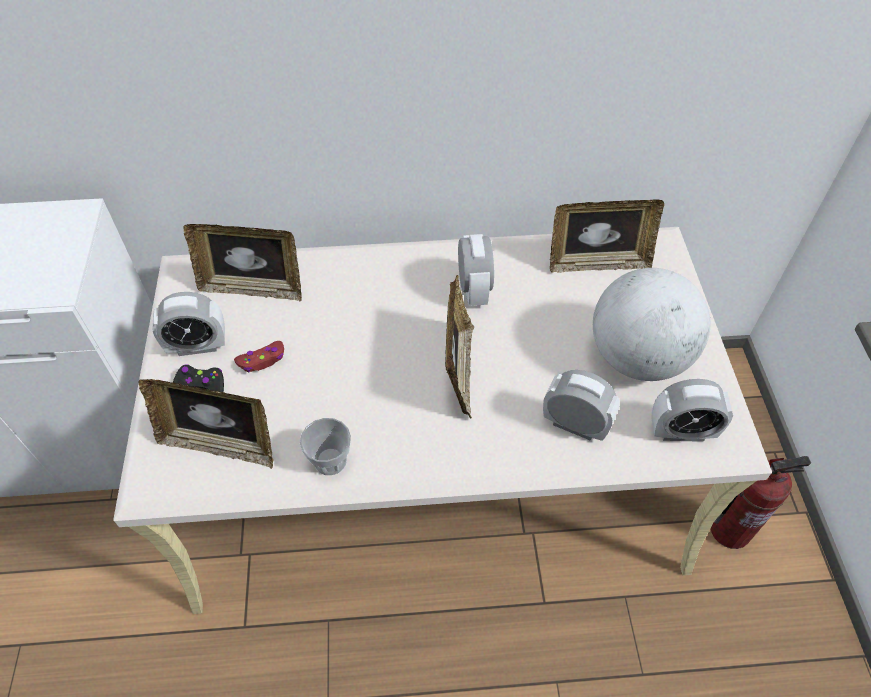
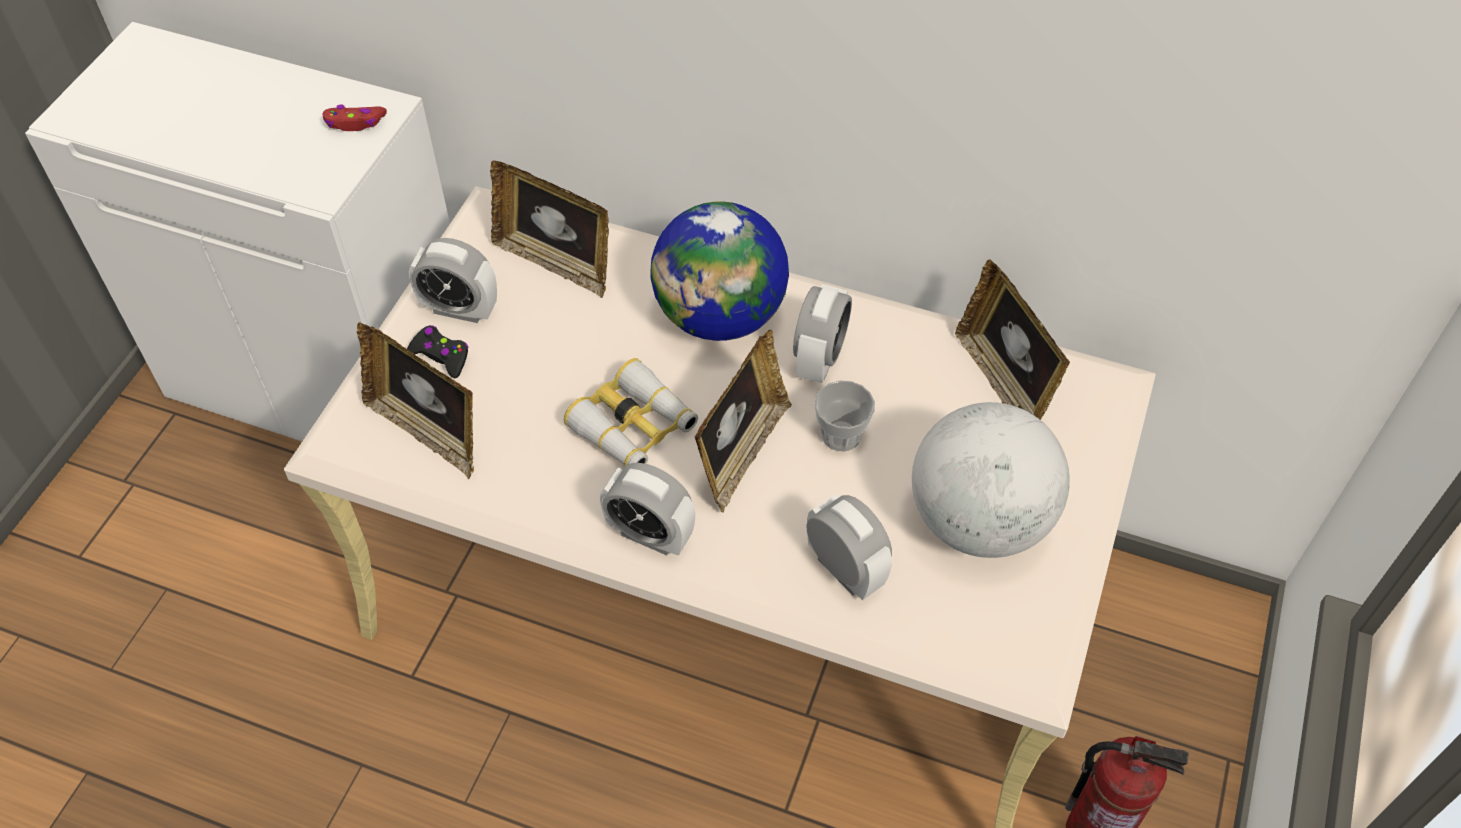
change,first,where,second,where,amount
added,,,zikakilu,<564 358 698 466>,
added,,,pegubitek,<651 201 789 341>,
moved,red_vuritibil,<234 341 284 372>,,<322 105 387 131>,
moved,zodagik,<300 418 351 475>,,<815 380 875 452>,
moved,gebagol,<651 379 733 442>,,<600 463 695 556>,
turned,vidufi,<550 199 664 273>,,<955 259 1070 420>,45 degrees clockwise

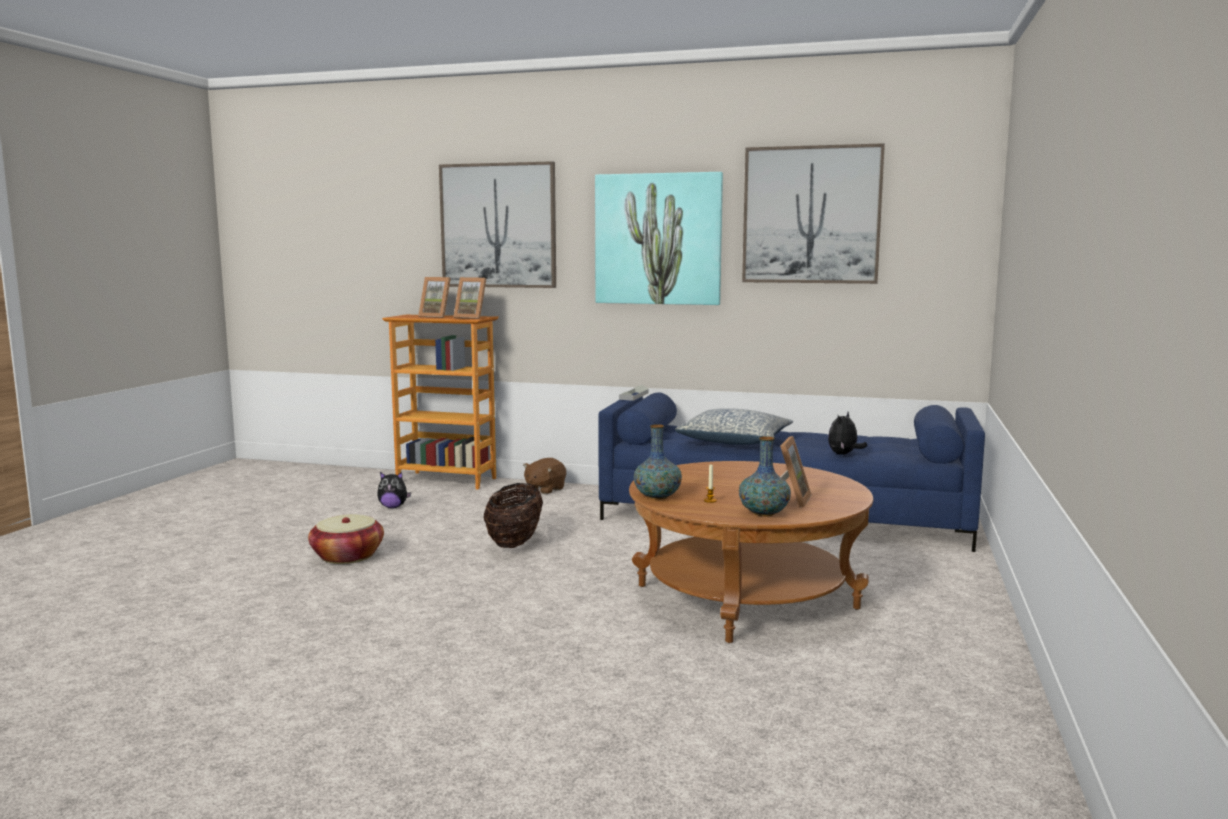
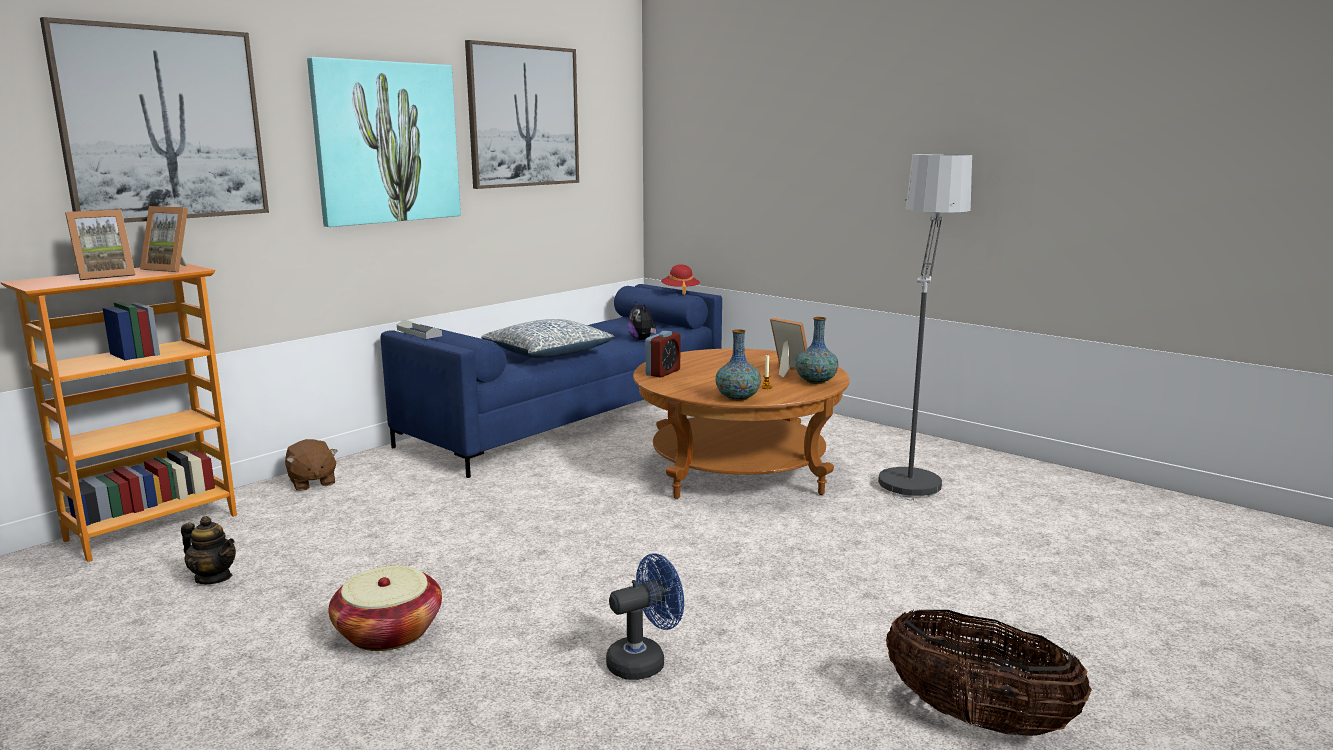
change,first,where,second,where,amount
added,,,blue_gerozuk,<606 553 684 680>,
added,,,gebagol,<645 331 680 378>,
added,,,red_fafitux,<661 264 700 295>,
added,,,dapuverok,<868 154 972 500>,
moved,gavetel,<484 483 543 548>,,<886 609 1092 736>,
replaced,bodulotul,<377 472 411 508>,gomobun,<181 516 236 584>,
turned,vidufi,<453 277 486 319>,,<140 206 188 272>,60 degrees clockwise

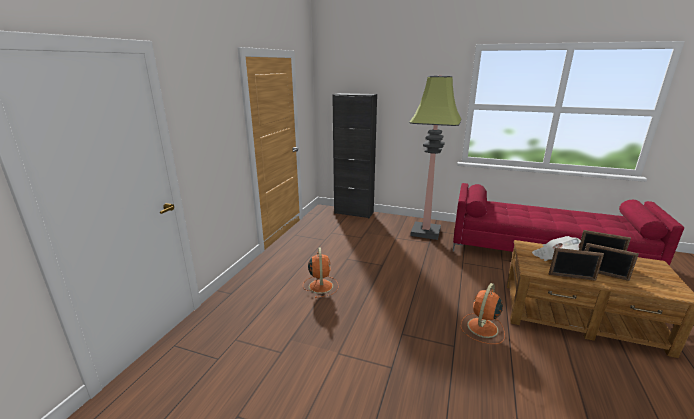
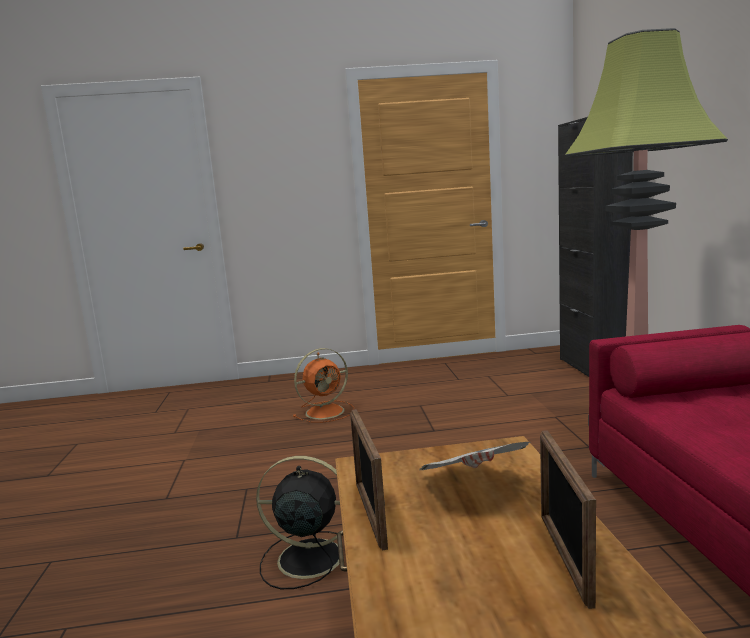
change,first,where,second,where,amount
removed,vidufi,<585 243 639 281>,,,
recoloured,orange_gerozuk,<461 283 505 344>,black_gerozuk,<256 456 343 589>,

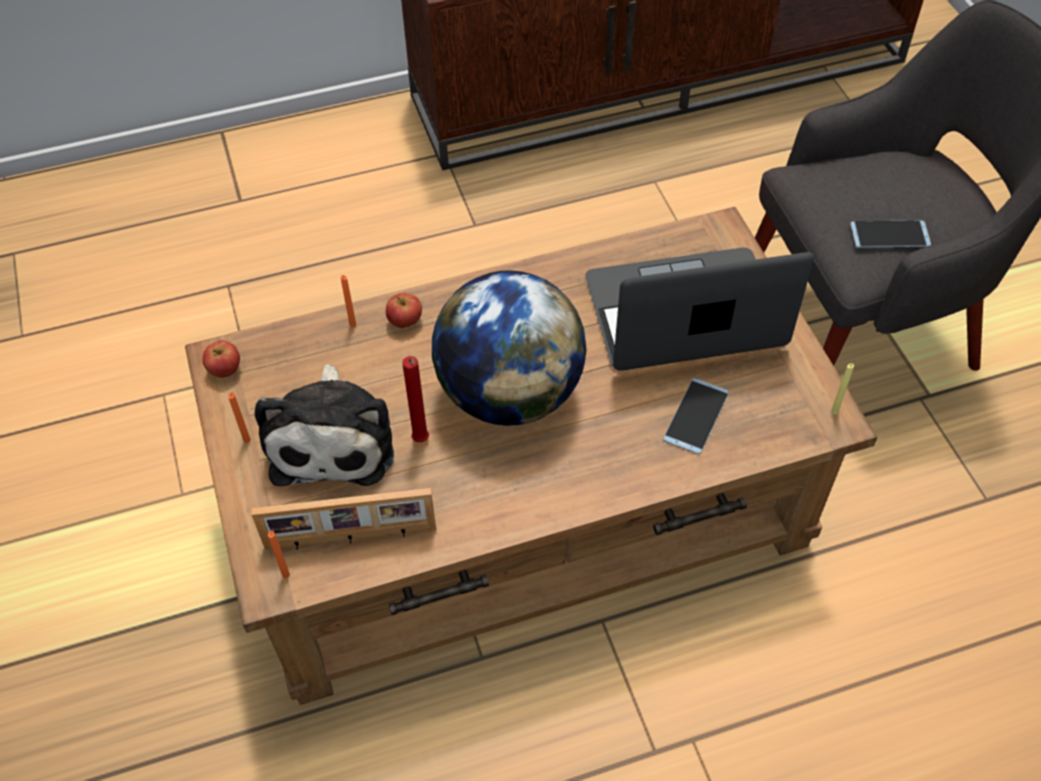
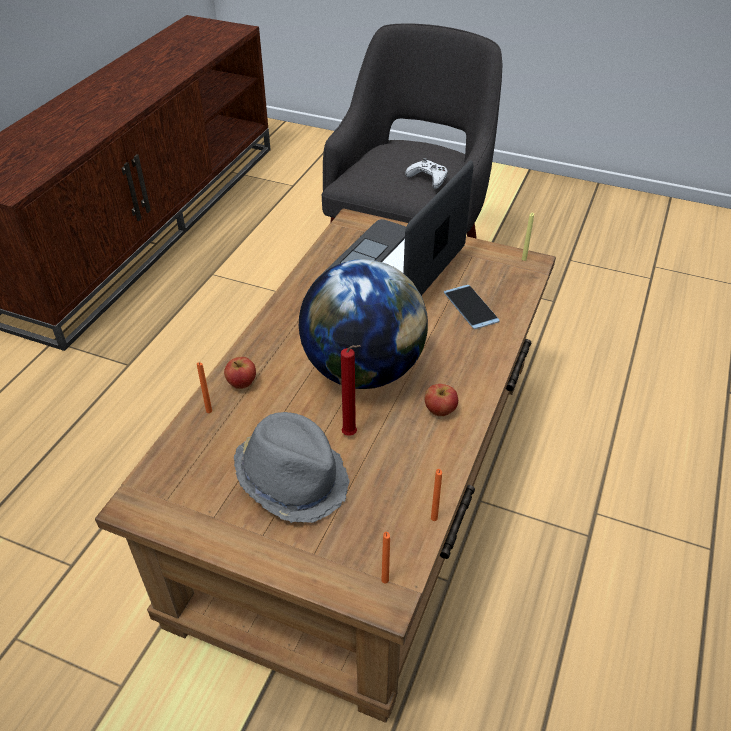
change,first,where,second,where,amount
removed,vidufi,<252 488 436 550>,,,
moved,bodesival,<203 340 240 378>,,<425 384 458 416>,
moved,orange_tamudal,<228 392 251 443>,,<431 469 442 521>,
replaced,bodulotul,<255 364 394 486>,grey_fafitux,<234 412 349 523>,
replaced,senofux,<850 221 931 248>,white_vuritibil,<405 158 448 189>,

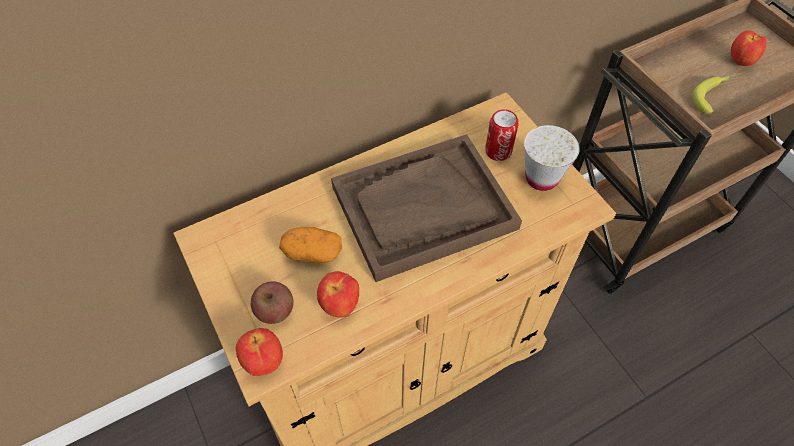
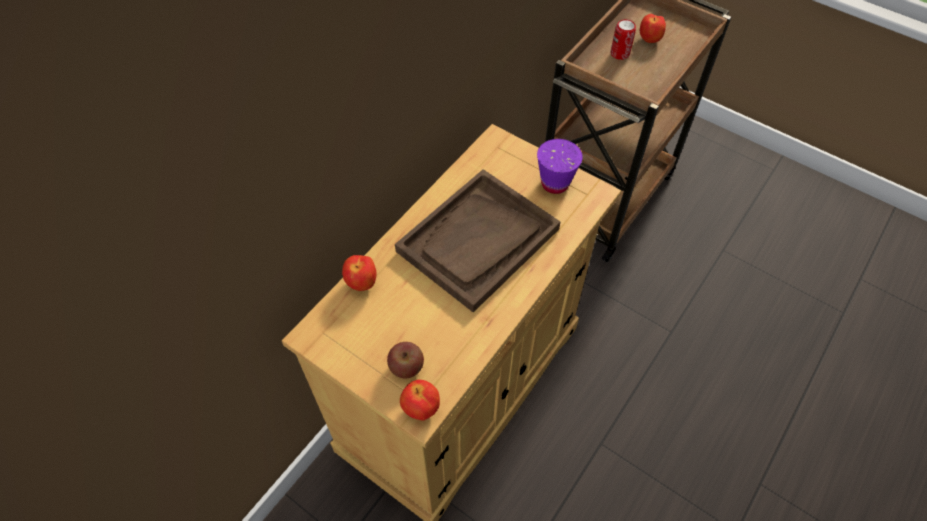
change,first,where,second,where,amount
removed,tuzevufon,<279 227 342 263>,,,
removed,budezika,<691 76 729 114>,,,
moved,bodesival,<317 271 359 318>,,<342 255 377 291>,
moved,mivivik,<485 109 519 161>,,<611 19 636 60>,
recoloured,white_zodagik,<524 125 580 191>,purple_zodagik,<537 139 583 194>,

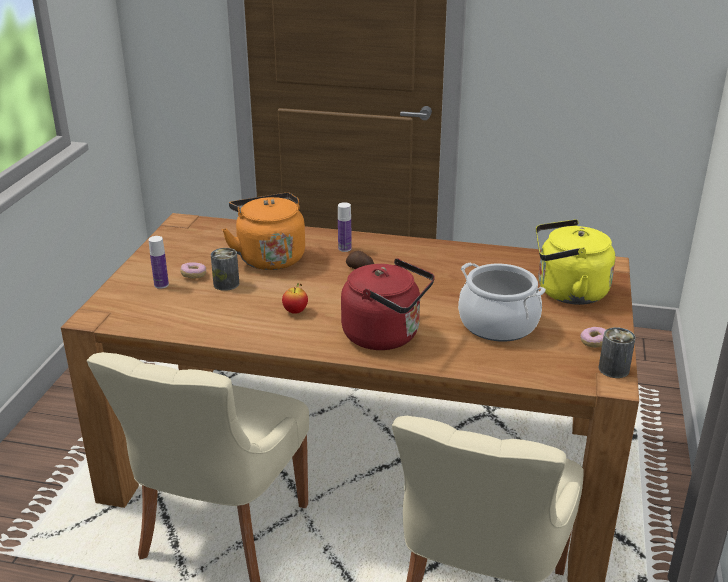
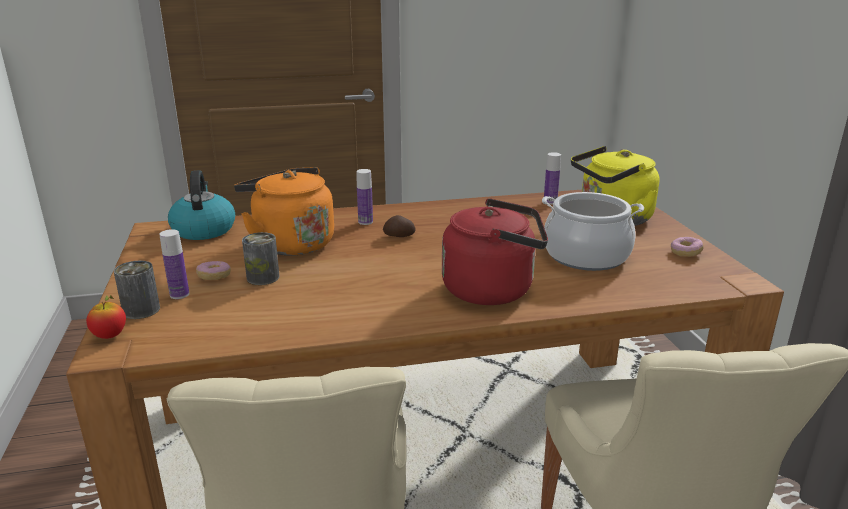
change,first,where,second,where,amount
added,,,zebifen,<168 170 235 240>,
added,,,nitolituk,<544 152 561 205>,
moved,bodesival,<282 283 308 314>,,<86 295 126 339>,
moved,mivivik,<599 327 636 378>,,<114 260 160 319>,

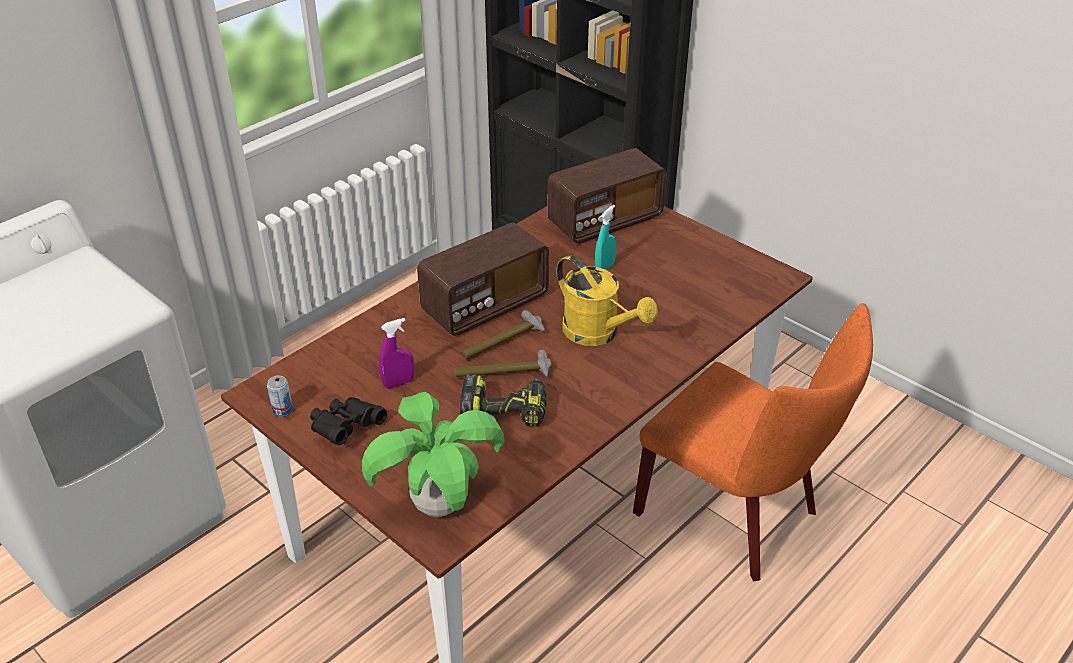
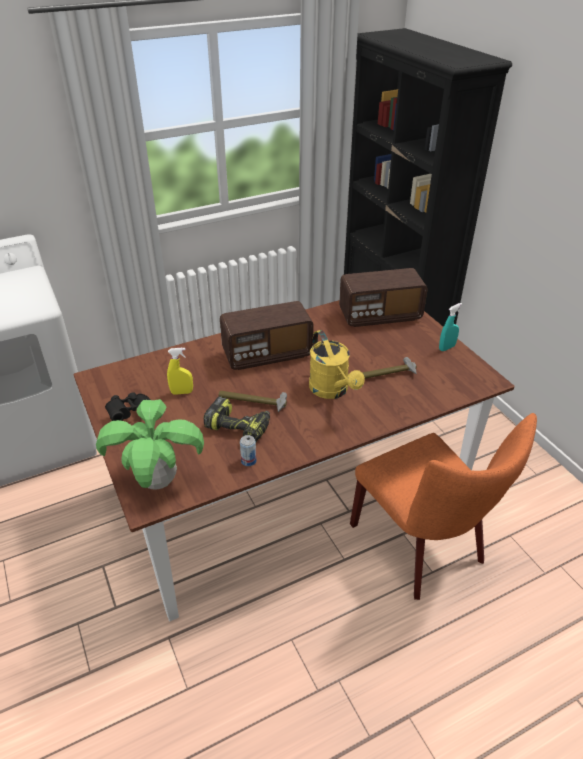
change,first,where,second,where,amount
moved,mivivik,<267 375 293 417>,,<240 435 257 466>,
moved,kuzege,<461 310 545 359>,,<362 357 417 379>,
moved,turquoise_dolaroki,<595 205 616 270>,,<439 303 462 351>,
recoloured,purple_dolaroki,<379 318 414 389>,yellow_dolaroki,<167 348 193 395>,

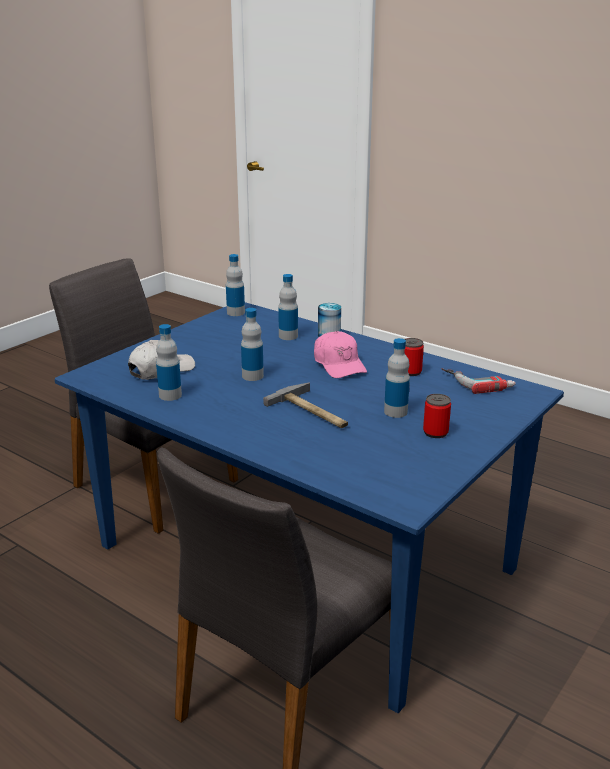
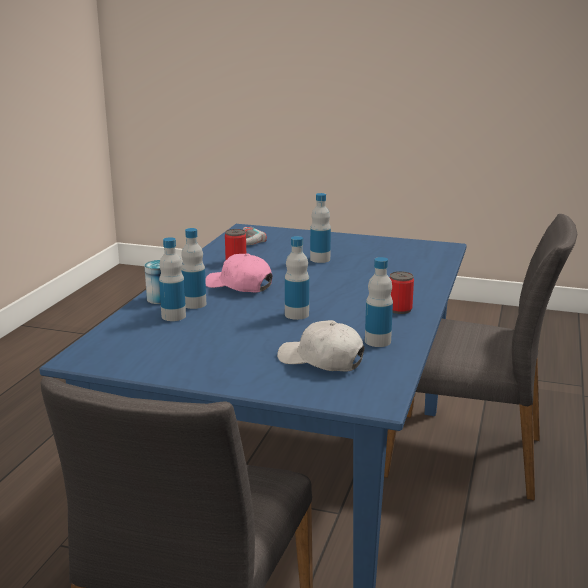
change,first,where,second,where,amount
removed,kuzege,<263 382 348 428>,,,
moved,nitolituk,<226 254 245 316>,,<181 228 206 309>,
moved,mivivik,<423 394 451 438>,,<389 271 414 314>,
turned,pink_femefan,<314 331 367 378>,,<205 254 273 293>,105 degrees counterclockwise

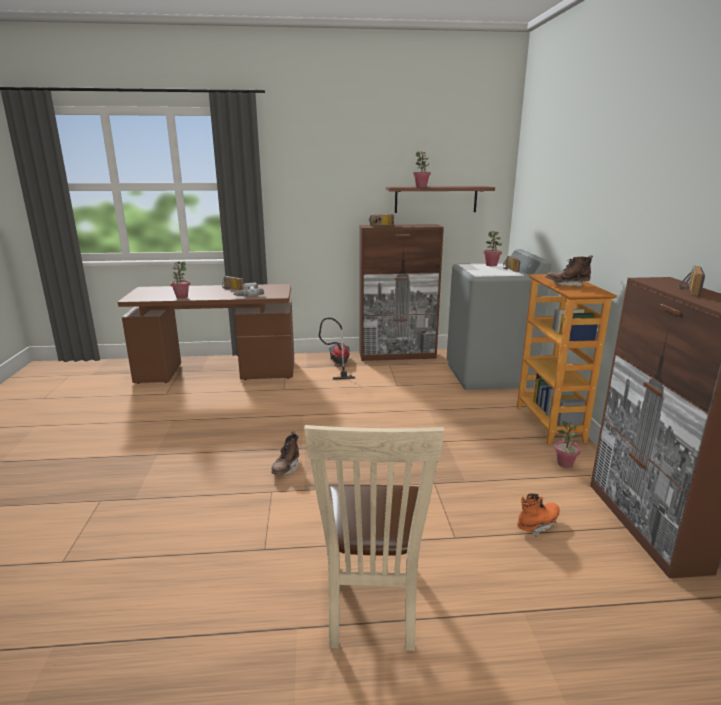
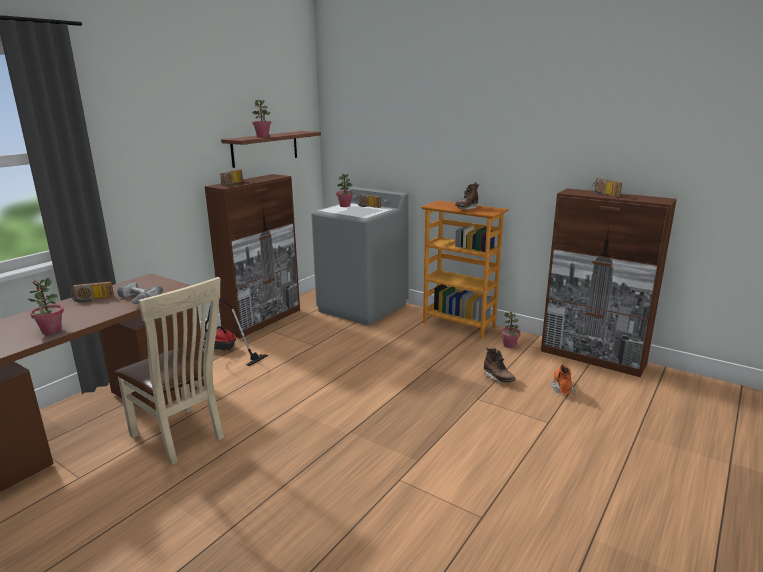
change,first,where,second,where,amount
moved,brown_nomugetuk,<271 431 299 475>,,<484 347 516 383>,
moved,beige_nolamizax,<304 425 444 651>,,<114 277 224 465>,

